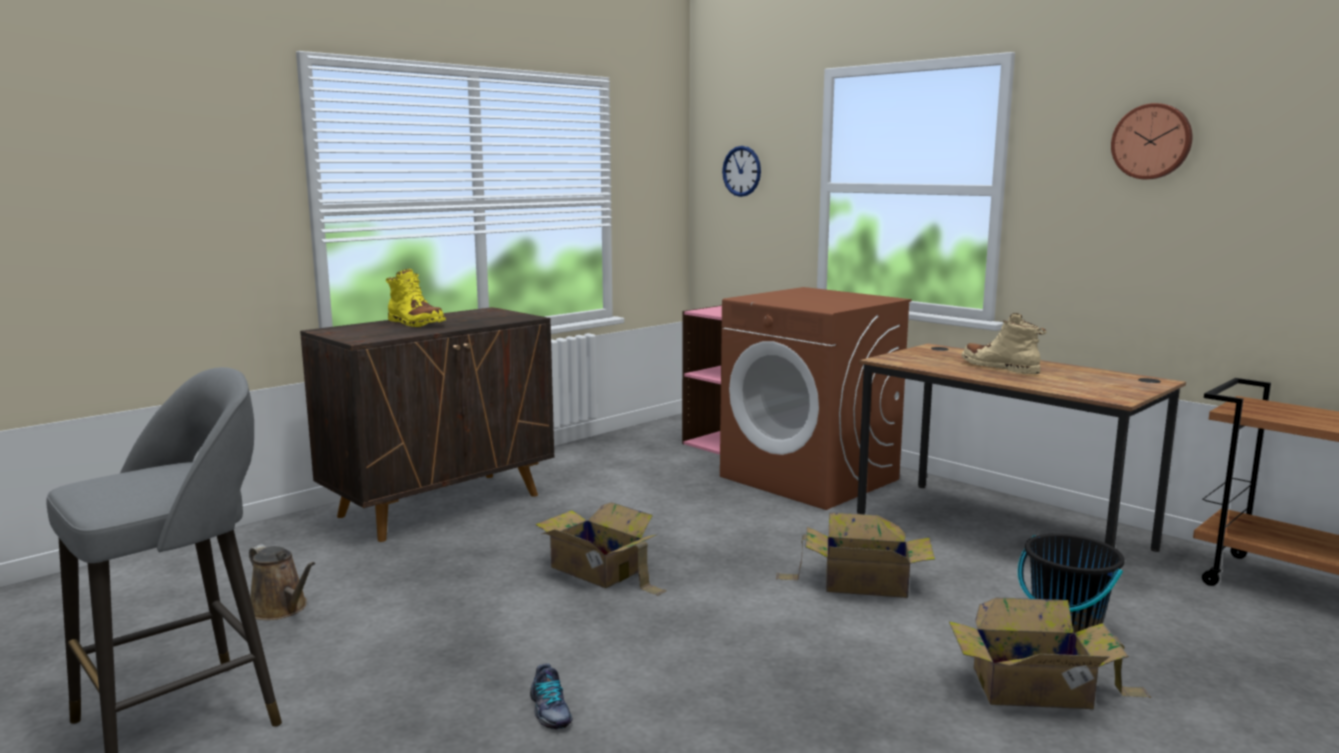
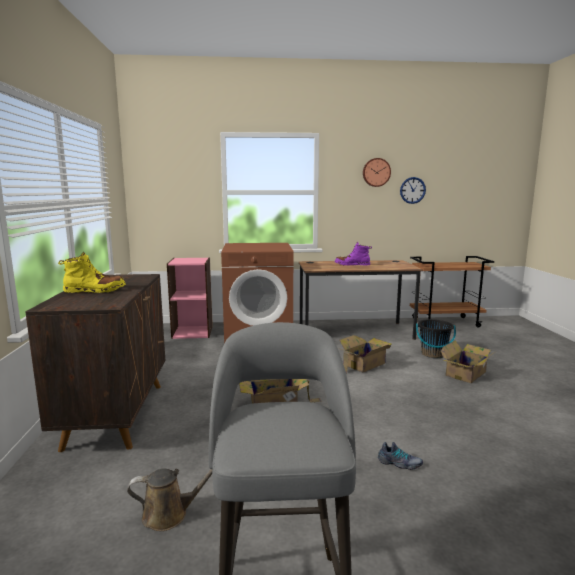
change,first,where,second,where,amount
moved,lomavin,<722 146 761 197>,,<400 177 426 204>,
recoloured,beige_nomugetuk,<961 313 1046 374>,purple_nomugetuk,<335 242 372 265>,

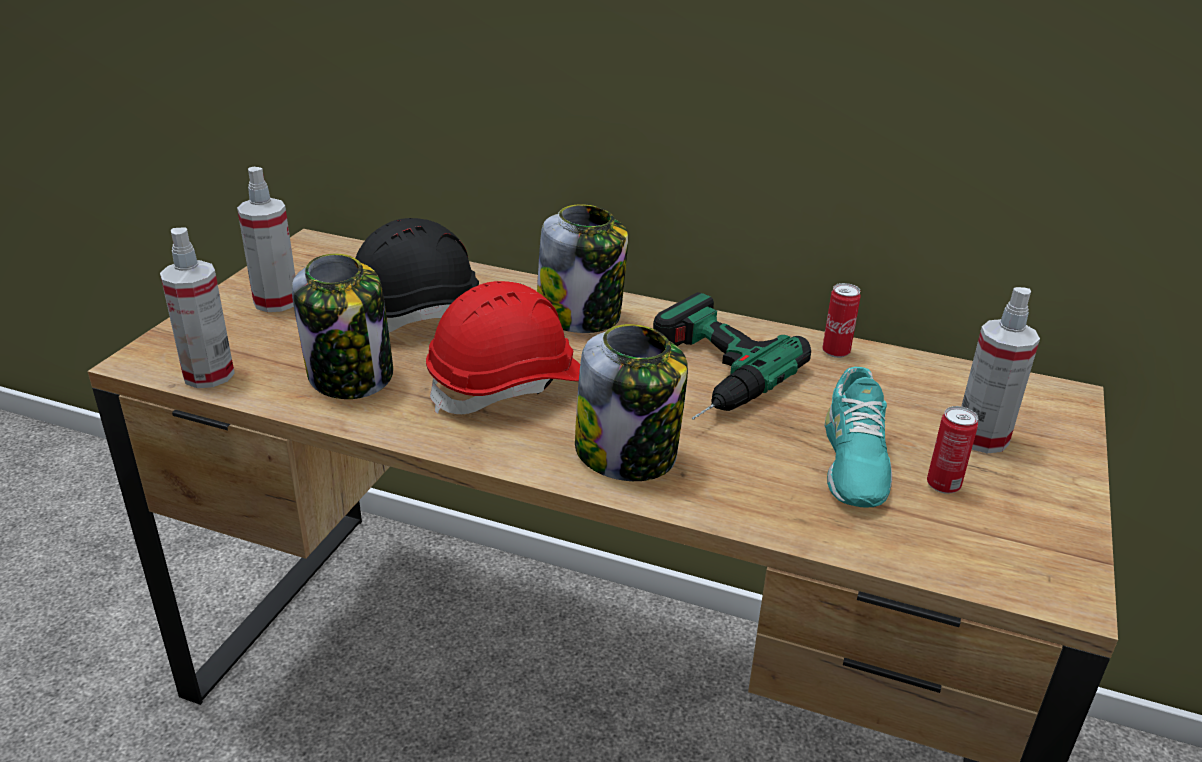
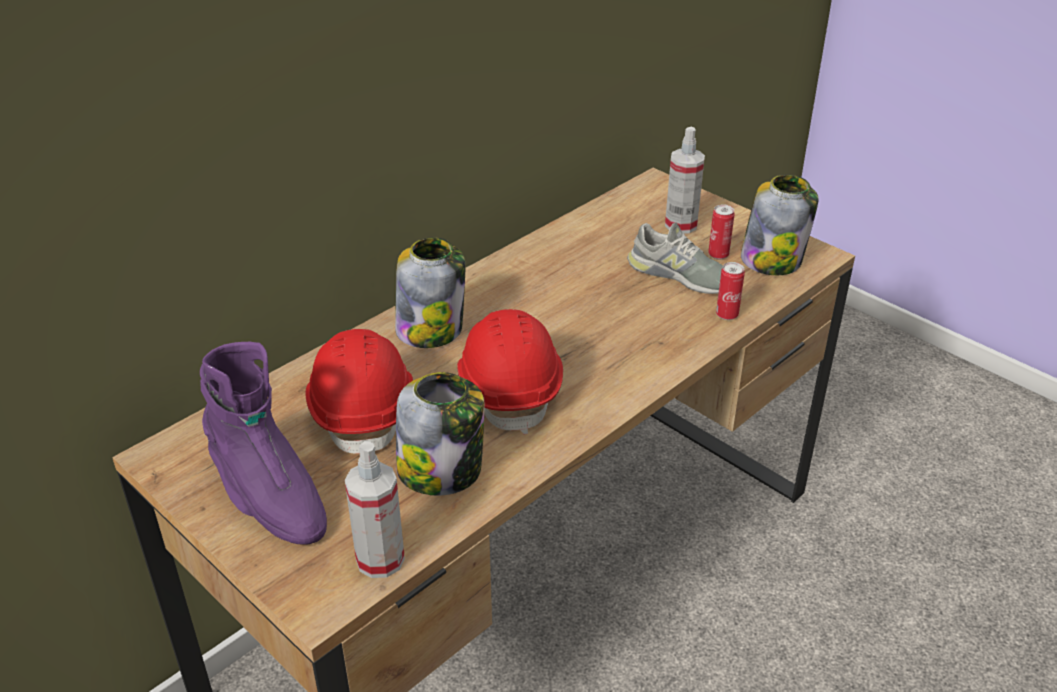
change,first,where,second,where,amount
removed,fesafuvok,<653 292 811 420>,,,
moved,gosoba,<575 324 688 481>,,<741 175 819 275>,
moved,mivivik,<822 283 861 358>,,<716 262 745 320>,
replaced,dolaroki,<237 167 295 312>,purple_nomugetuk,<200 342 327 545>,
recoloured,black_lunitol,<355 218 479 332>,red_lunitol,<305 329 413 454>,
recoloured,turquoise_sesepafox,<825 367 892 508>,grey_sesepafox,<627 223 723 294>,

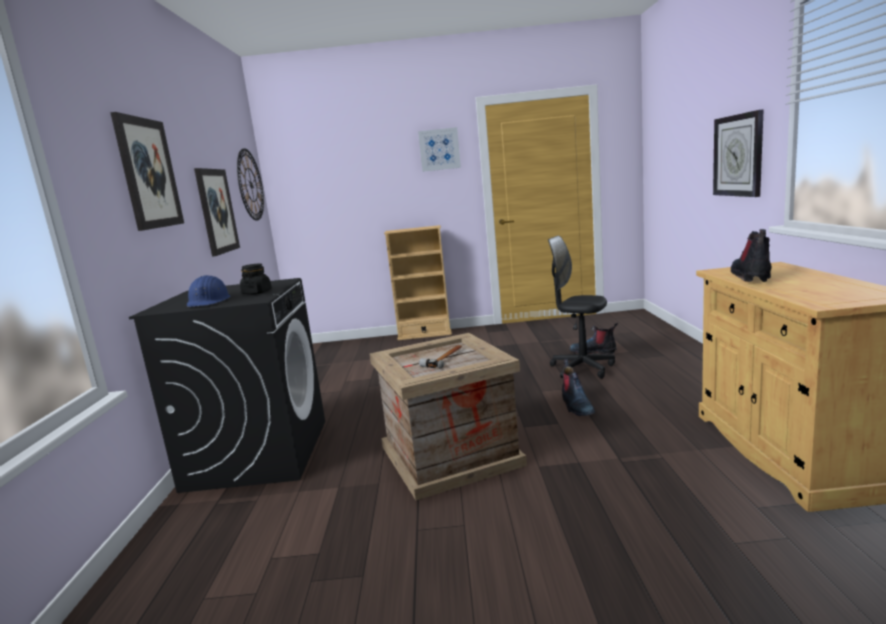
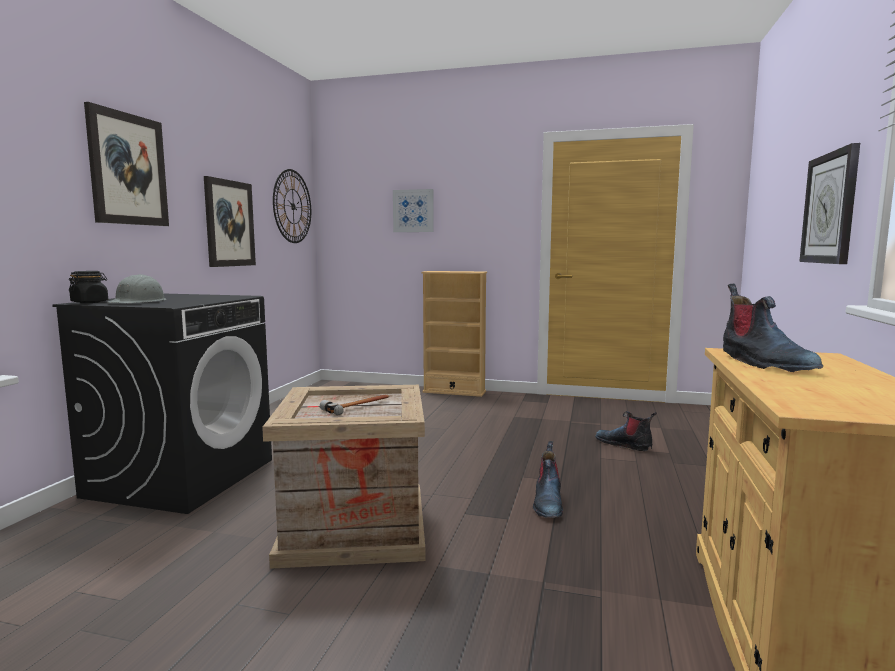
change,first,where,second,where,amount
removed,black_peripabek,<548 236 615 379>,,,
moved,black_gosoba,<240 264 272 294>,,<69 271 108 303>,
moved,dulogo,<418 127 461 172>,,<393 189 434 232>,
recoloured,blue_lunitol,<187 275 230 307>,grey_lunitol,<107 274 166 303>,
turned,nomugetuk,<731 229 772 282>,,<723 284 823 372>,135 degrees clockwise

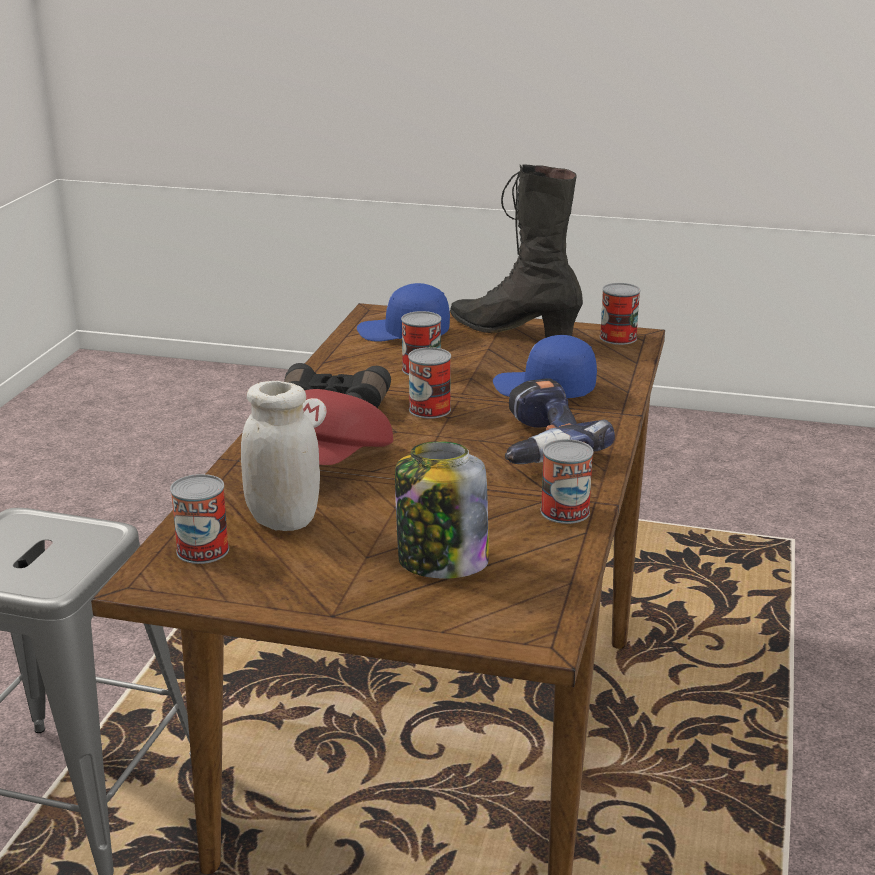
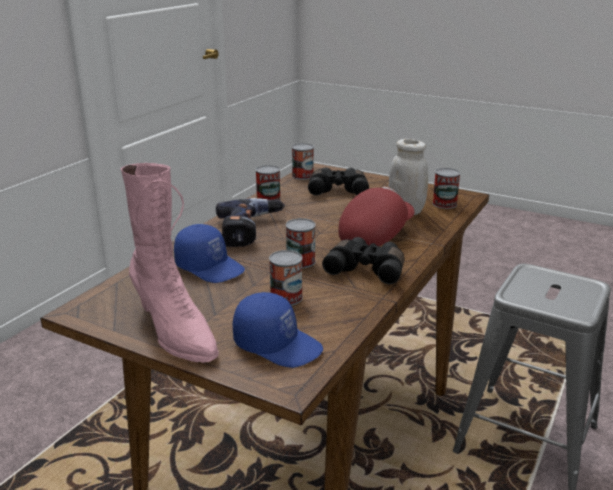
change,first,where,second,where,amount
moved,mivivik,<600 283 640 345>,,<292 143 314 180>,
replaced,gosoba,<395 441 489 579>,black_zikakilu,<308 167 369 196>,
recoloured,black_nomugetuk,<450 164 583 338>,pink_nomugetuk,<121 163 219 363>,

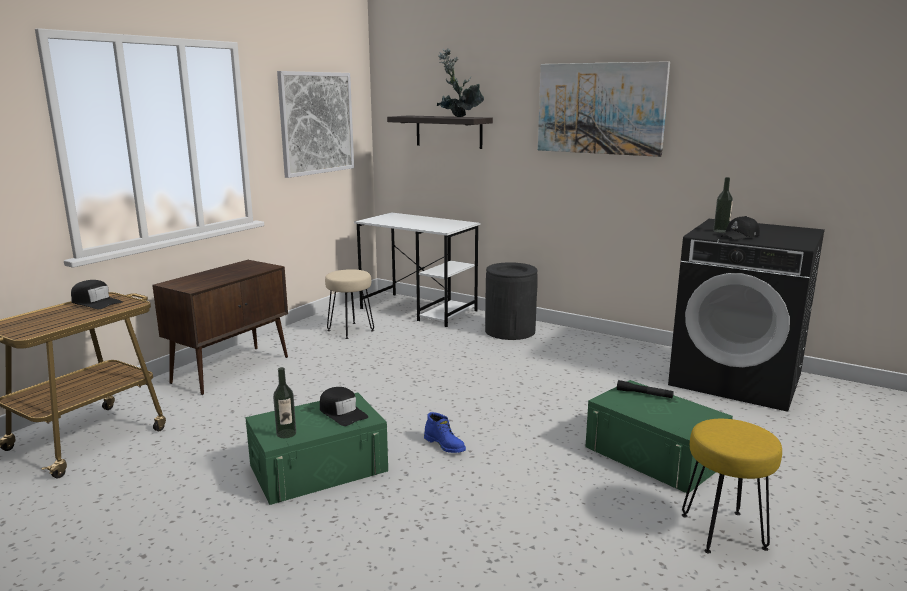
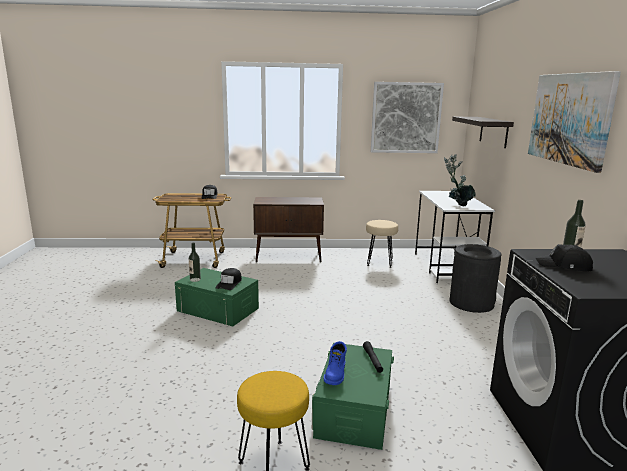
change,first,where,second,where,amount
moved,blue_nomugetuk,<424 412 466 453>,,<324 341 347 385>,
moved,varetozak,<437 48 484 117>,,<444 154 476 206>,

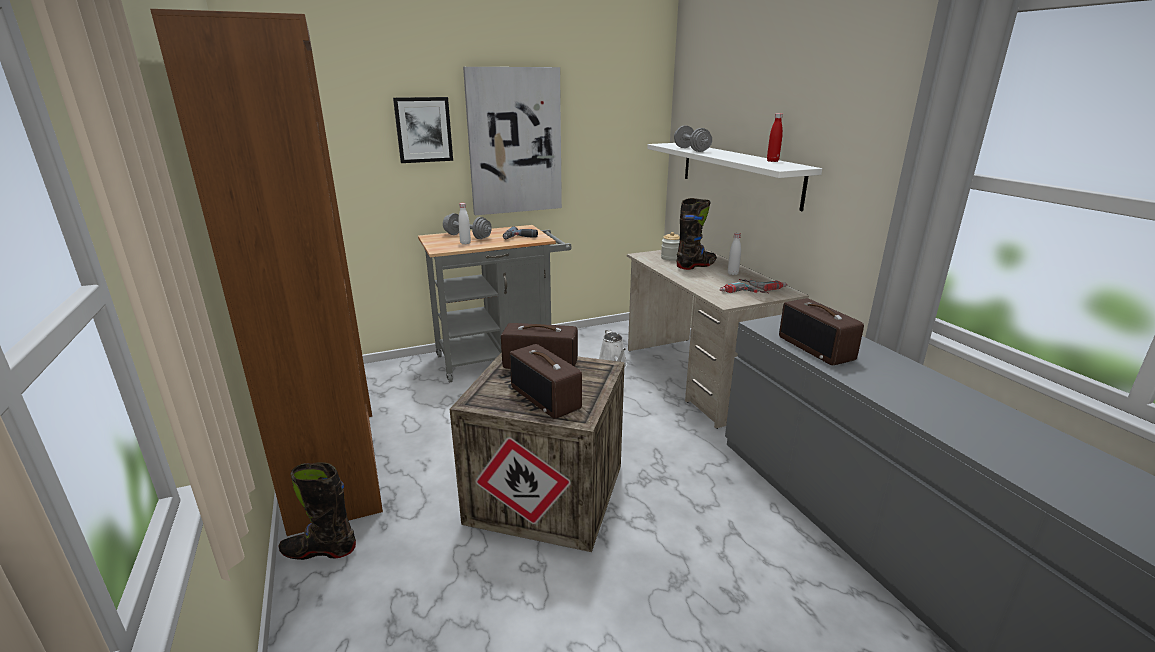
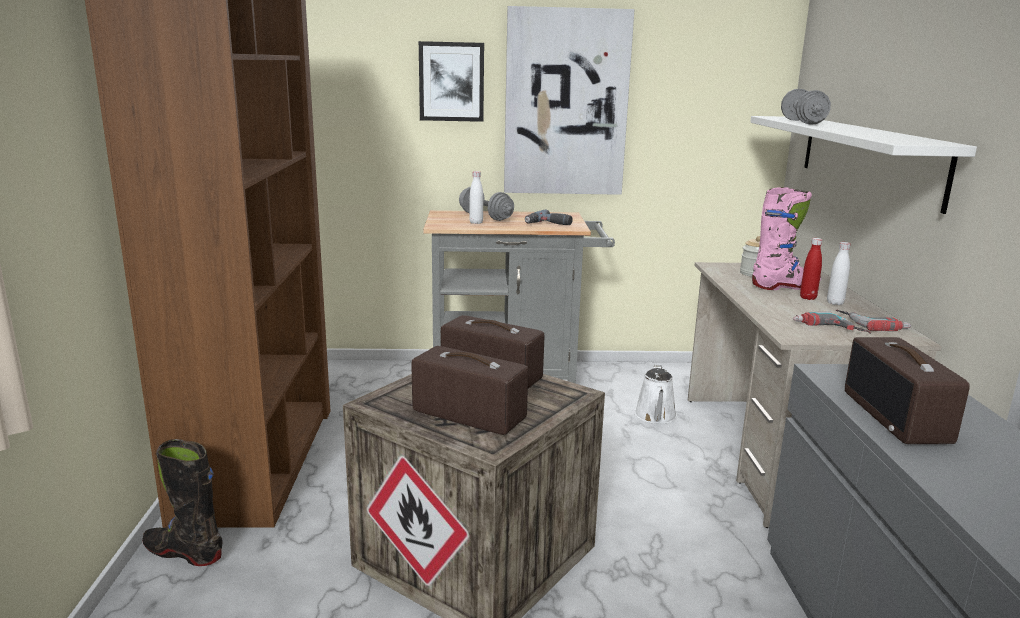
change,first,where,second,where,amount
moved,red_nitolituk,<767 113 783 162>,,<800 238 822 300>,
recoloured,black_nomugetuk,<677 198 717 270>,pink_nomugetuk,<752 187 821 290>,
turned,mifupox,<510 344 582 419>,,<412 346 528 435>,135 degrees clockwise

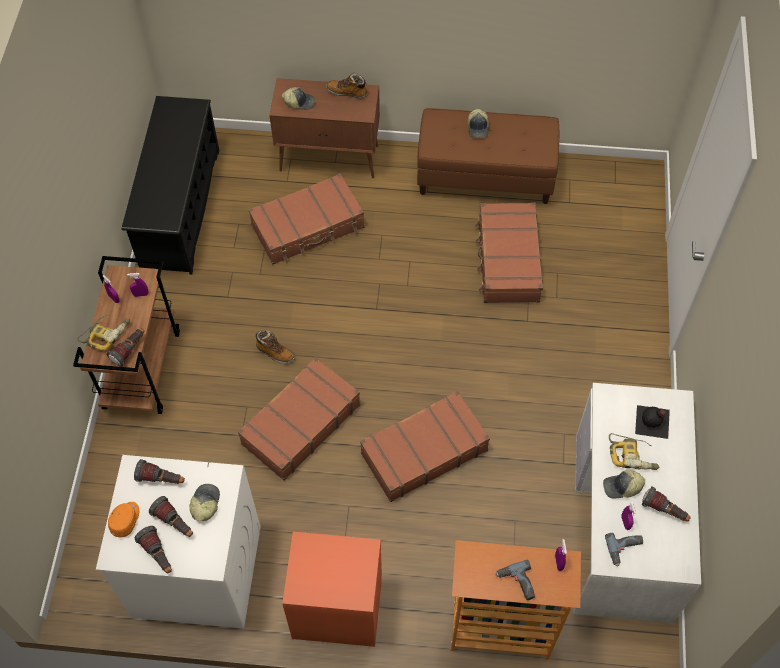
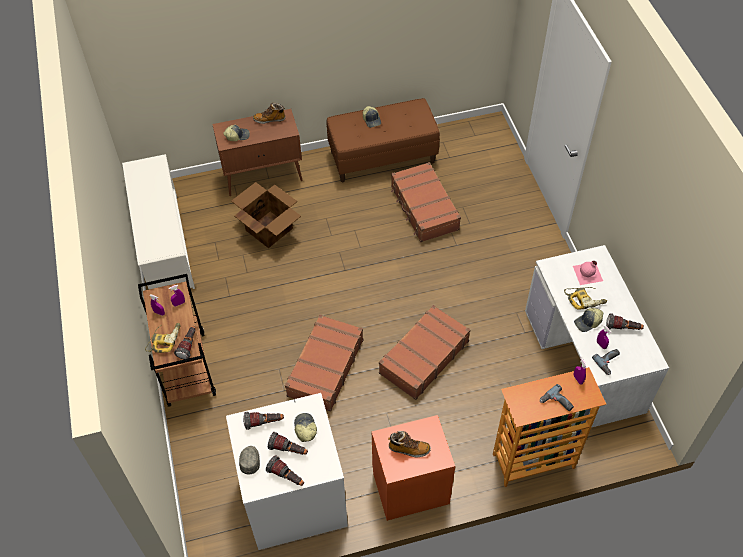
change,first,where,second,where,amount
moved,nomugetuk,<255 330 295 364>,,<388 431 431 457>,
replaced,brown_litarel,<249 173 364 264>,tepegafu,<231 182 301 248>,
recoloured,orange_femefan,<108 502 139 537>,grey_femefan,<239 446 260 475>,
recoloured,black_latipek,<121 96 219 275>,white_latipek,<122 154 195 289>,
recoloured,black_nitolituk,<635 405 670 439>,pink_nitolituk,<573 261 603 285>,

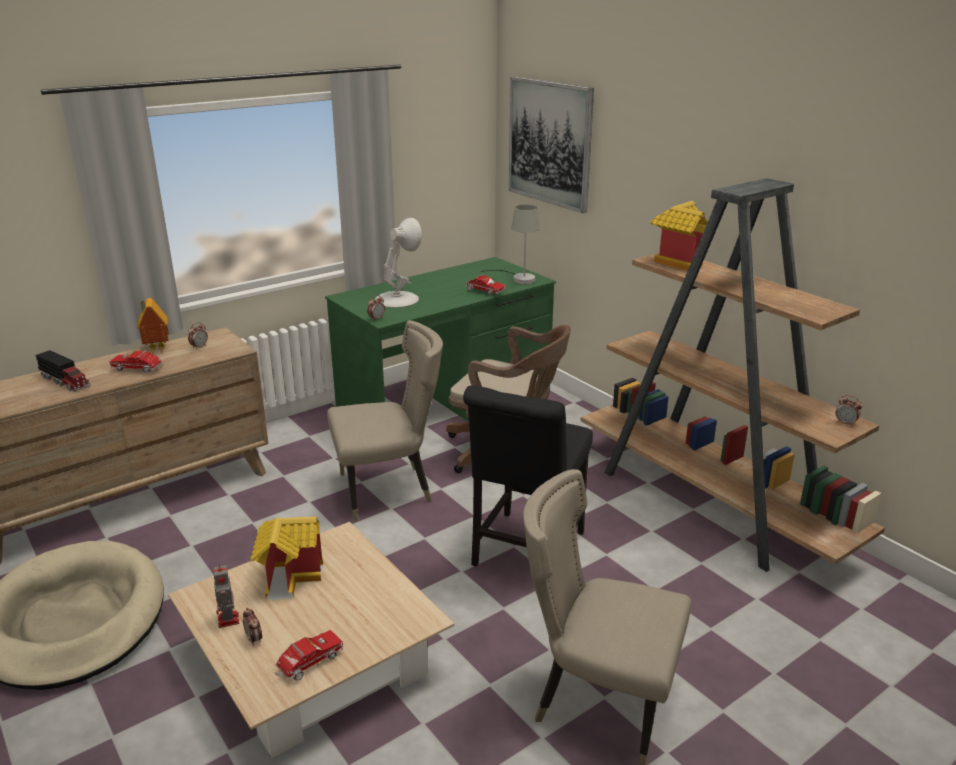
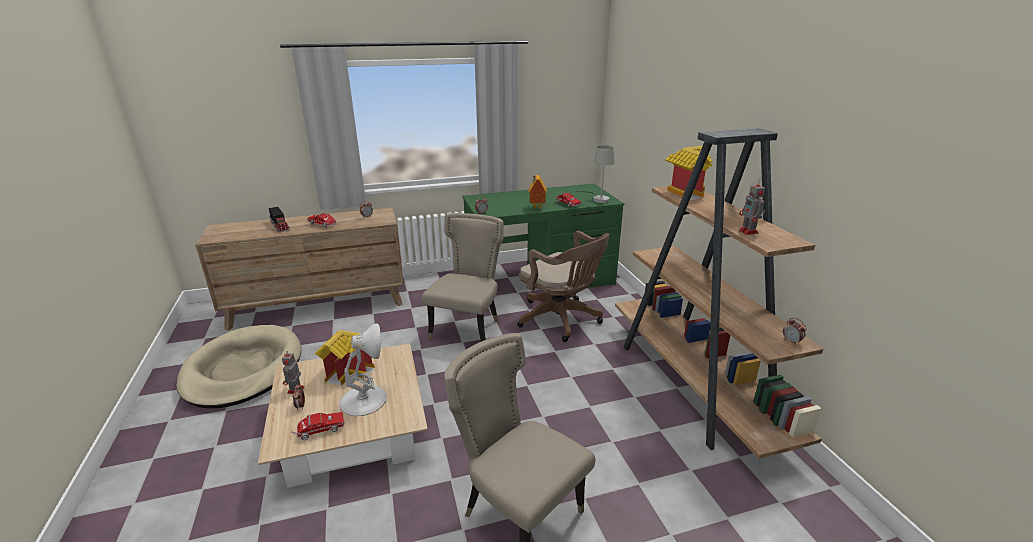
change,first,where,second,where,amount
removed,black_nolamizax,<463 385 593 567>,,,
removed,dulogo,<509 77 594 213>,,,
added,,,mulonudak,<738 180 765 235>,
moved,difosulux,<137 298 169 353>,,<528 175 547 210>,
moved,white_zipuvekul,<375 218 422 308>,,<339 323 387 416>,
turned,beige_nolamizax,<327 320 443 522>,,<422 213 504 342>,75 degrees counterclockwise

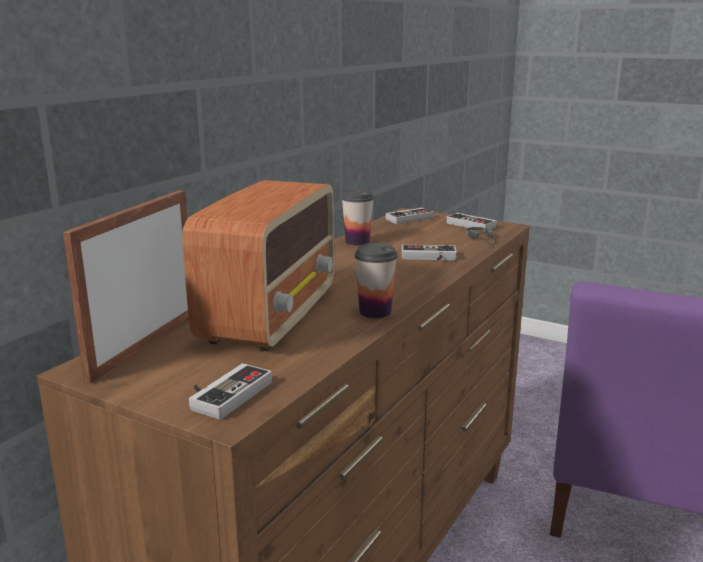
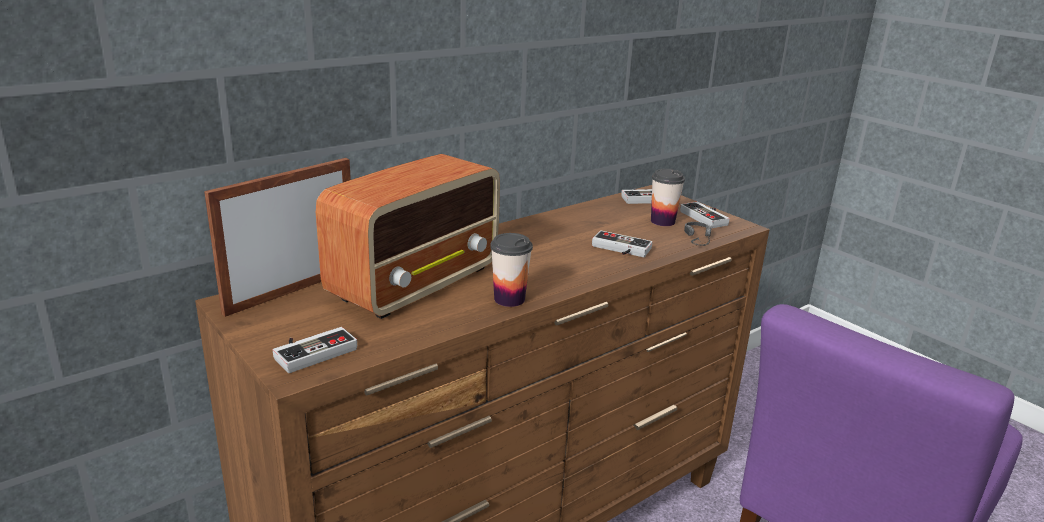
change,first,where,second,where,amount
moved,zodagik,<341 190 374 246>,,<651 169 685 226>,

